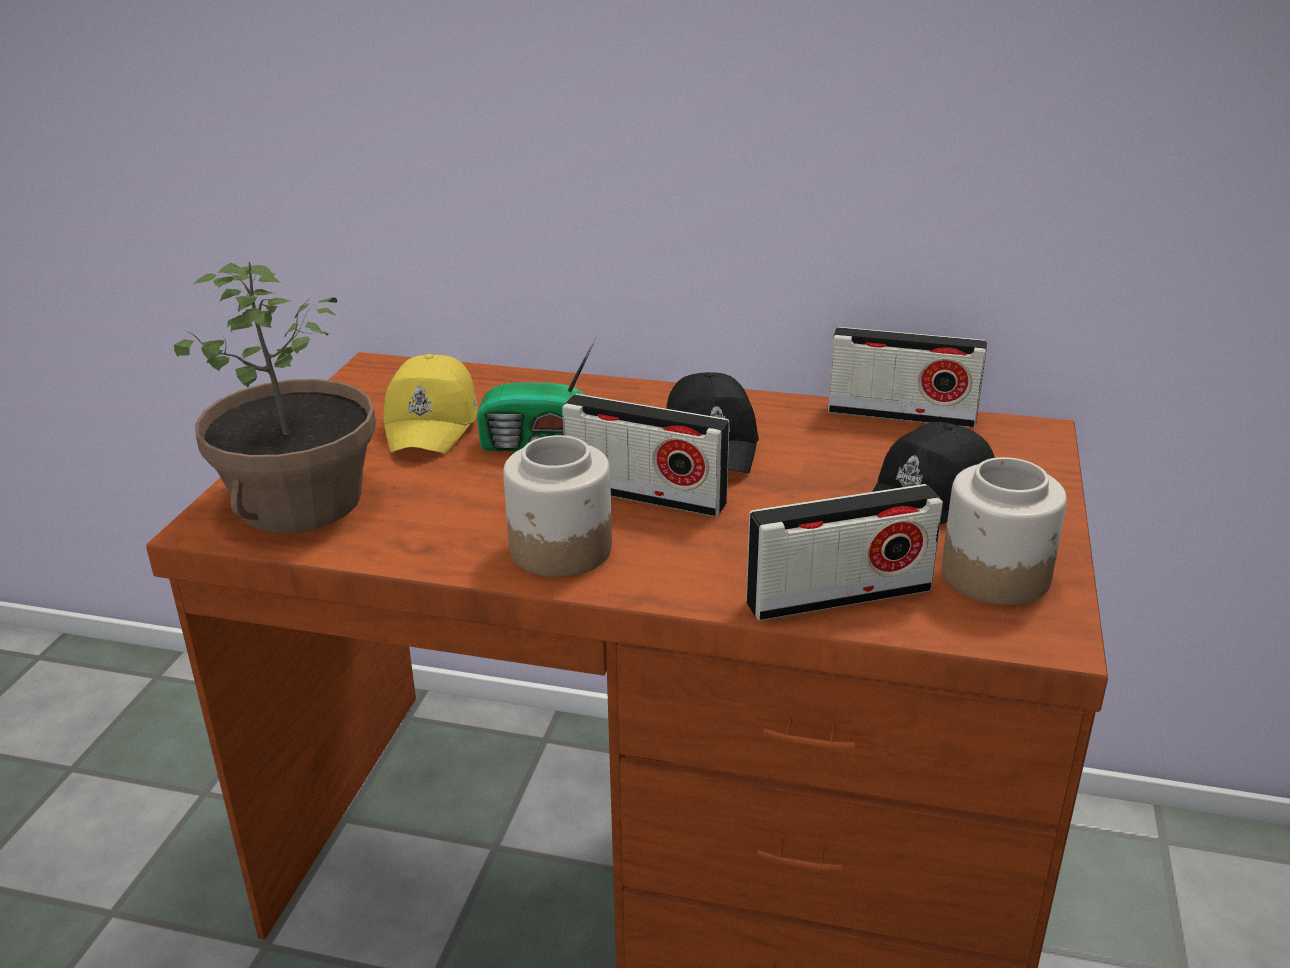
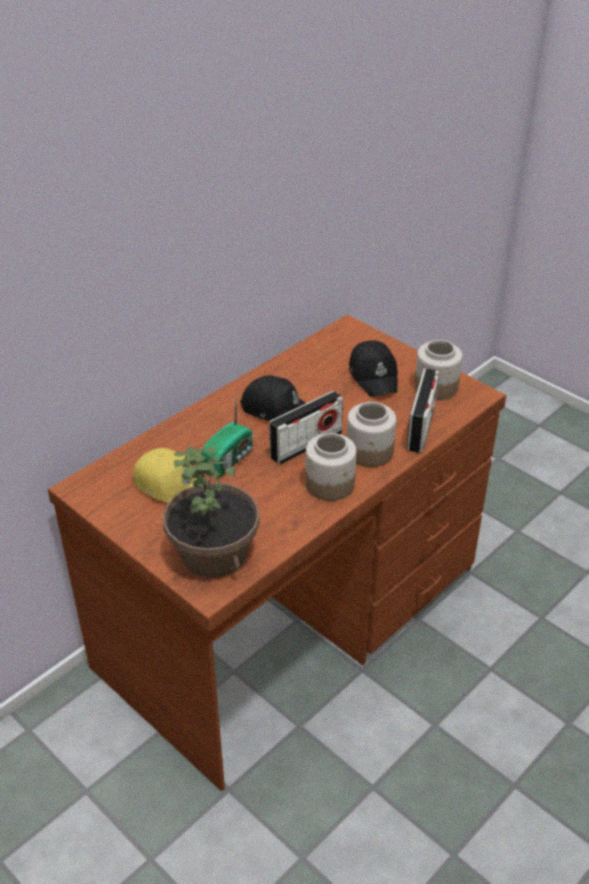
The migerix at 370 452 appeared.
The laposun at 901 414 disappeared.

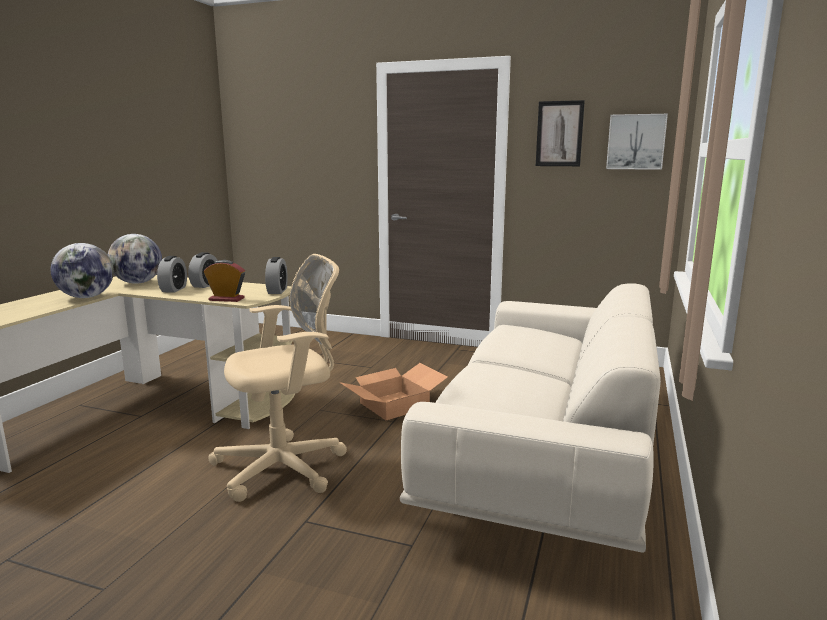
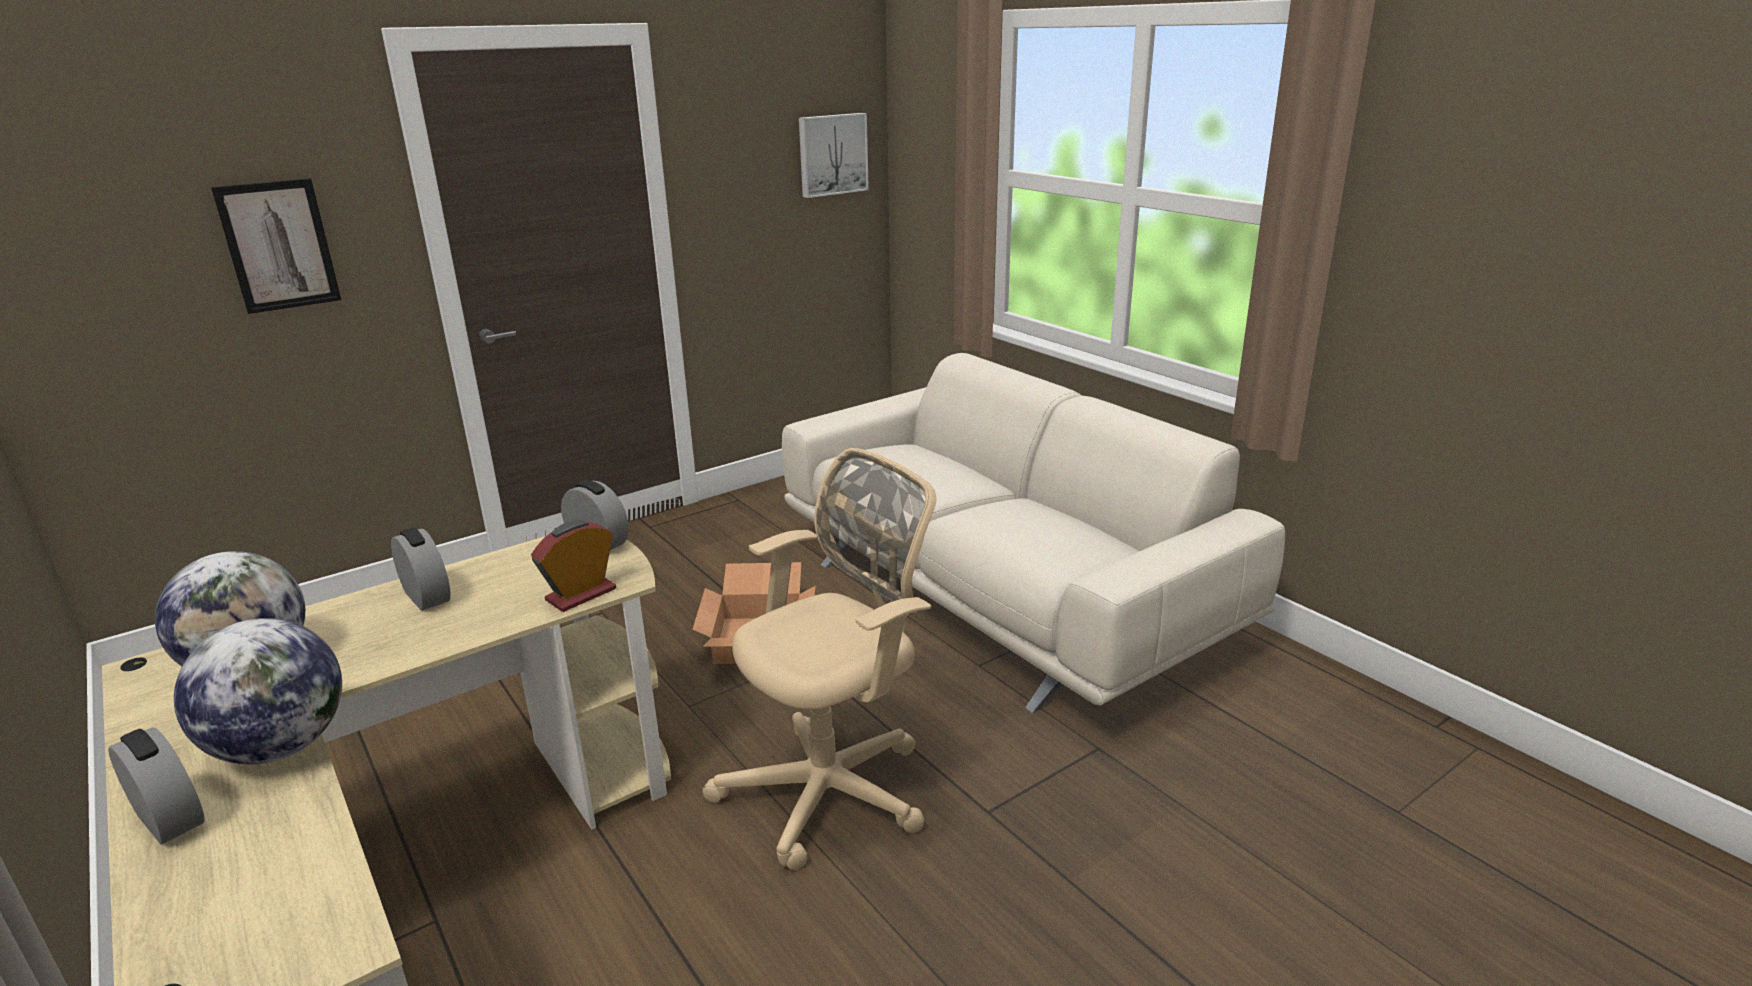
The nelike moved from 174 289 to 170 818.
The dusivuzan moved from 559 134 to 278 245.
The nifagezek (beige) at 286 467 turned 45 degrees clockwise.

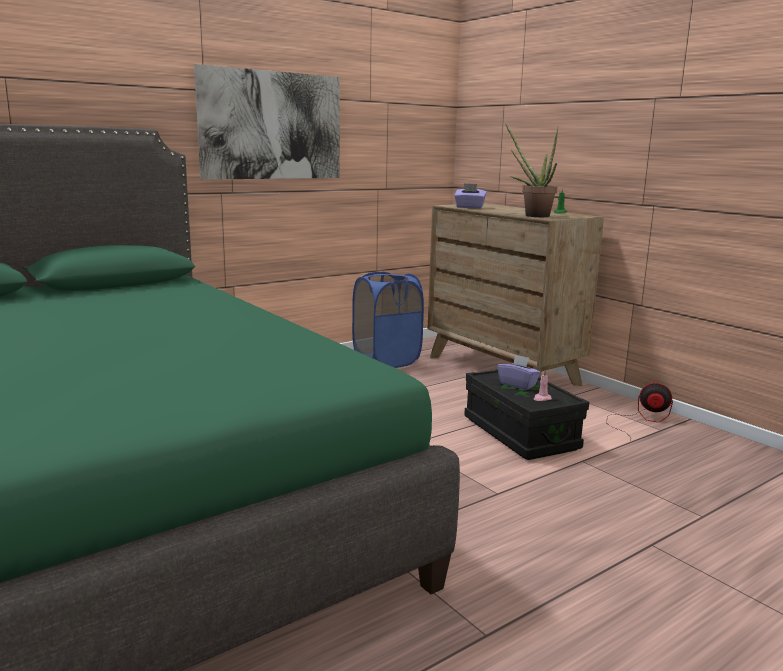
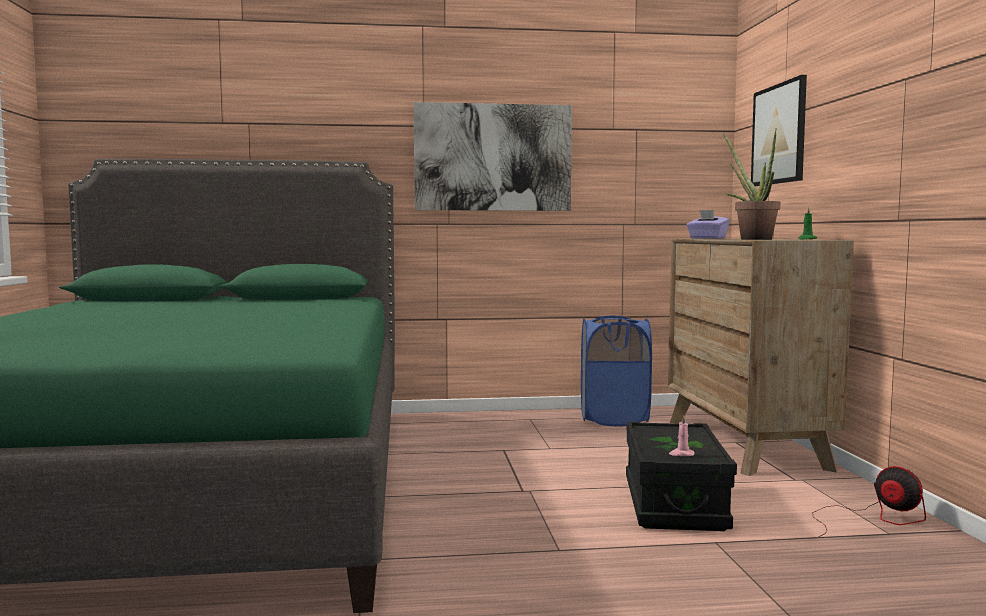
The dusivuzan at 779 134 appeared.
The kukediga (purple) at 518 384 disappeared.

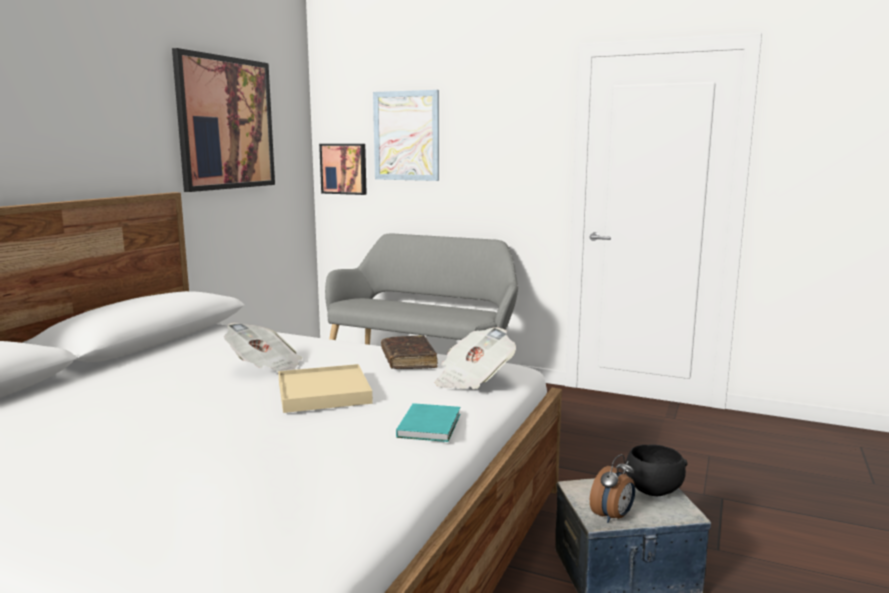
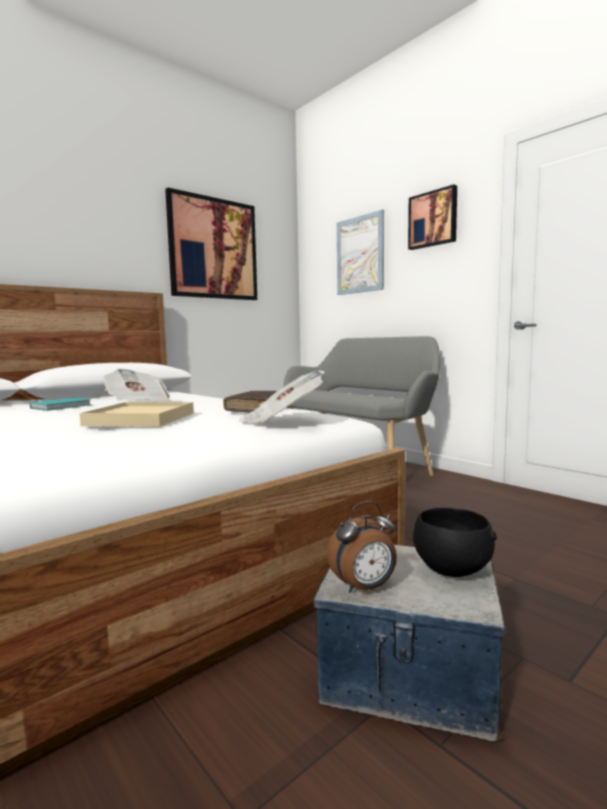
The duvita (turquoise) moved from 431 425 to 63 406.
The dusivuzan moved from 344 169 to 433 219.

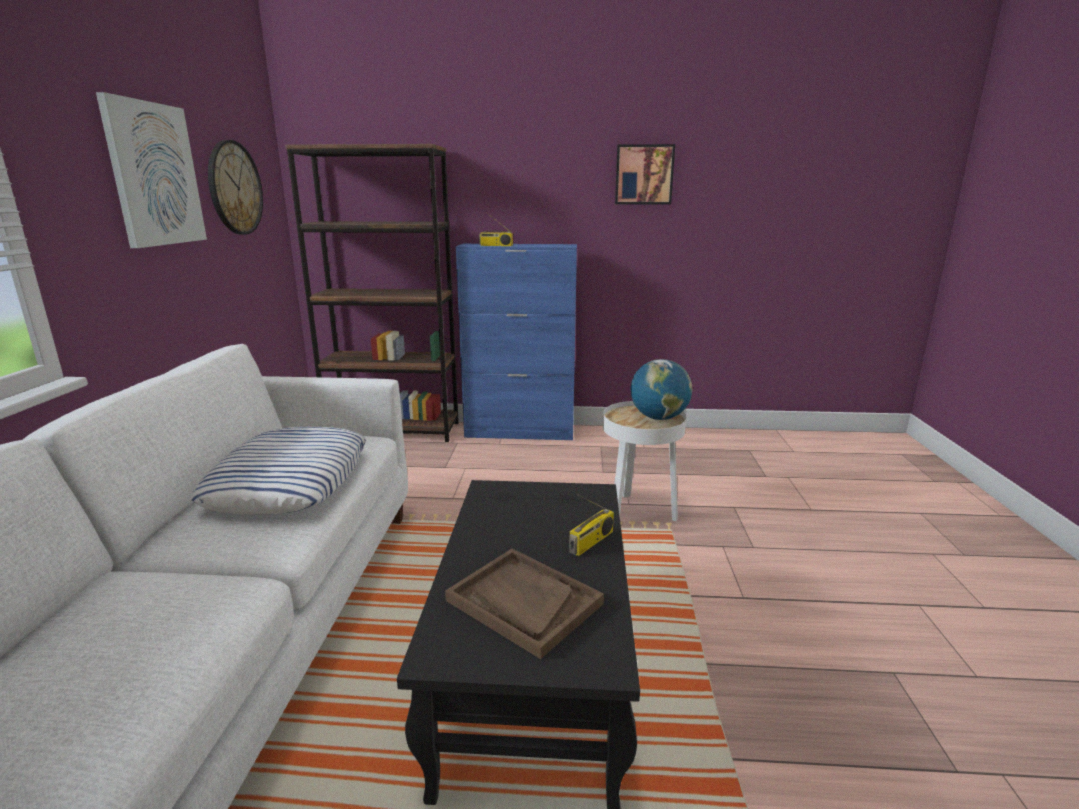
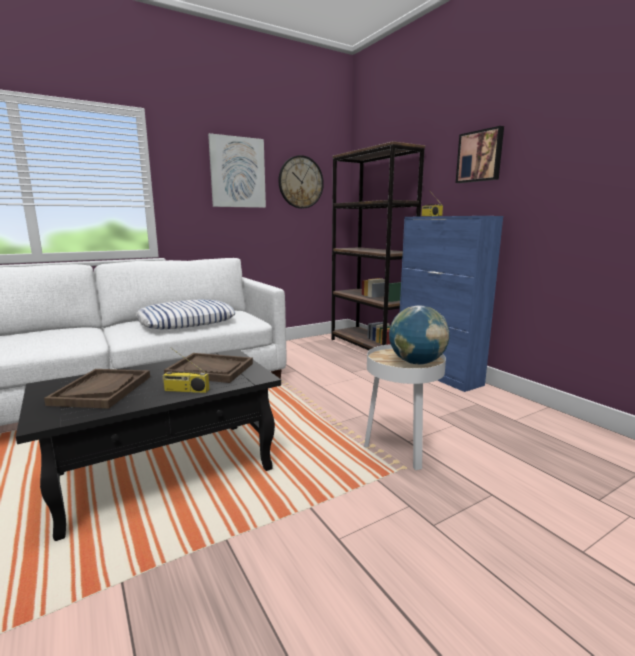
The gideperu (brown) at 210 369 appeared.
The dusivuzan moved from 644 175 to 480 156.

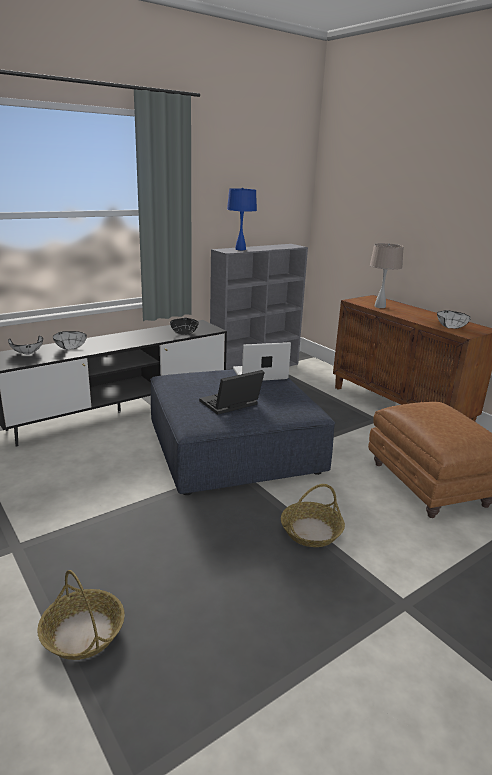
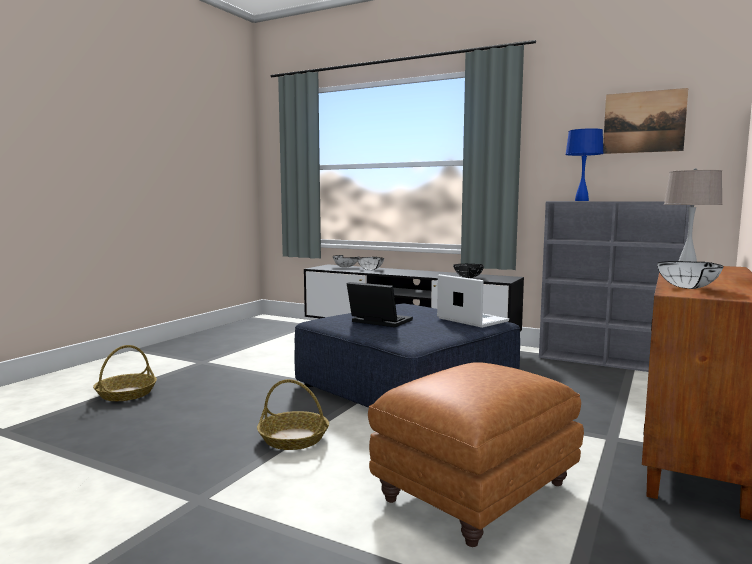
The dusivuzan at 644 122 appeared.

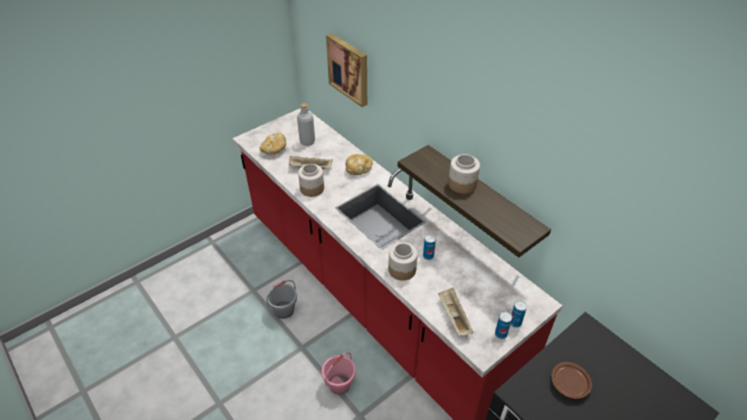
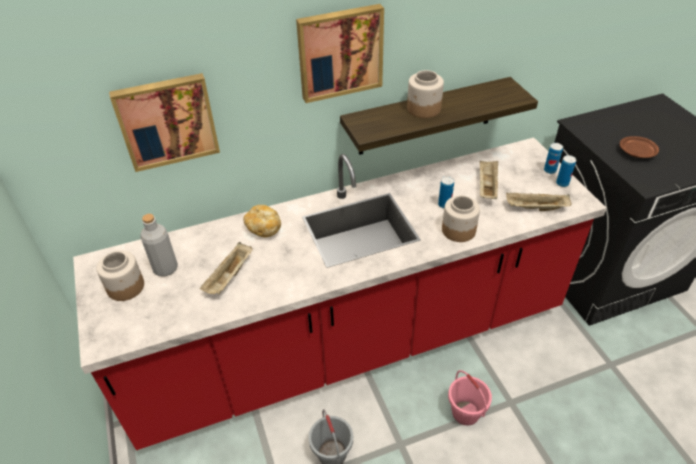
The migerix moved from 311 189 to 125 287.
The dusivuzan at 340 52 appeared.
The gideperu (beige) at 487 186 appeared.
The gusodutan at 274 150 disappeared.

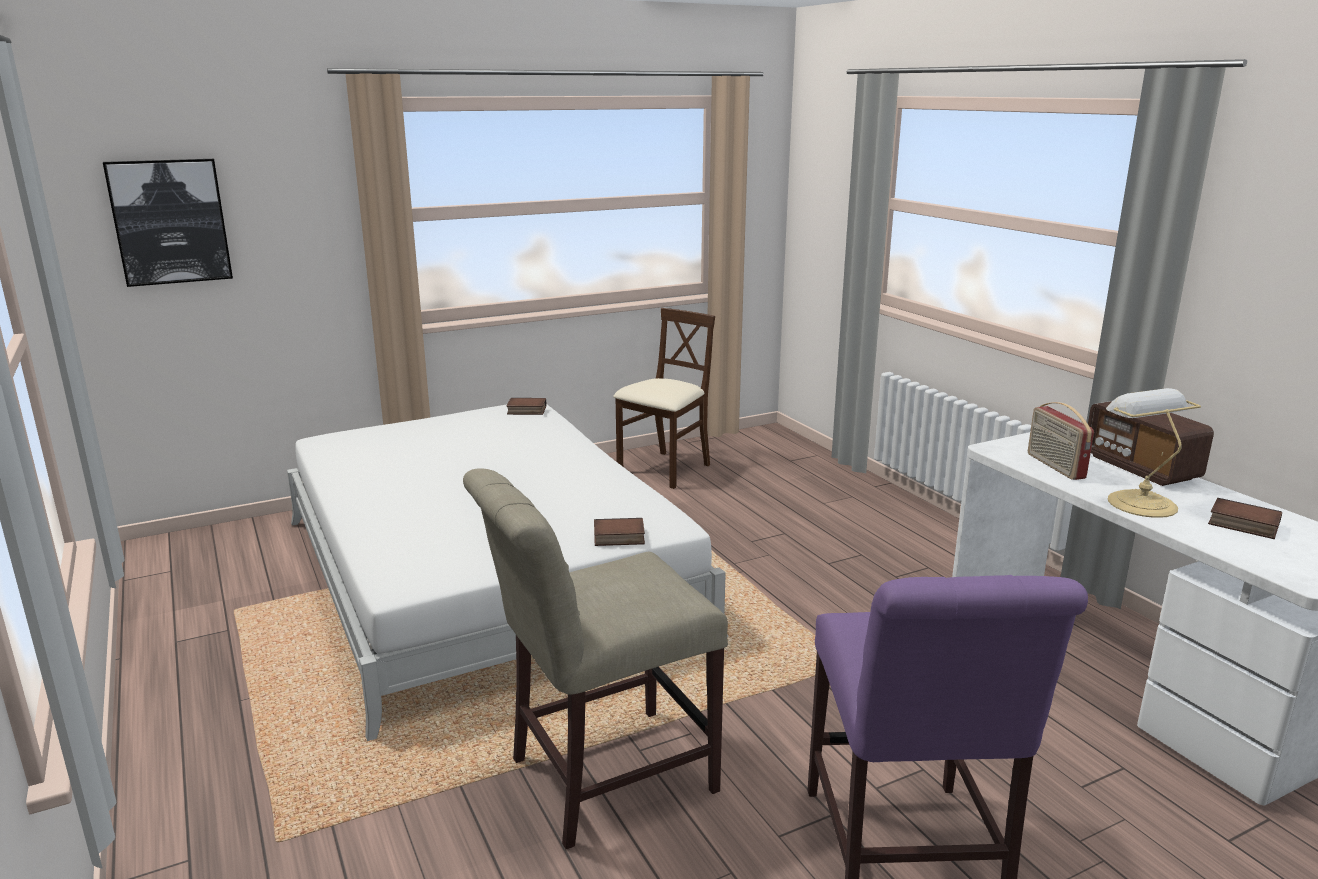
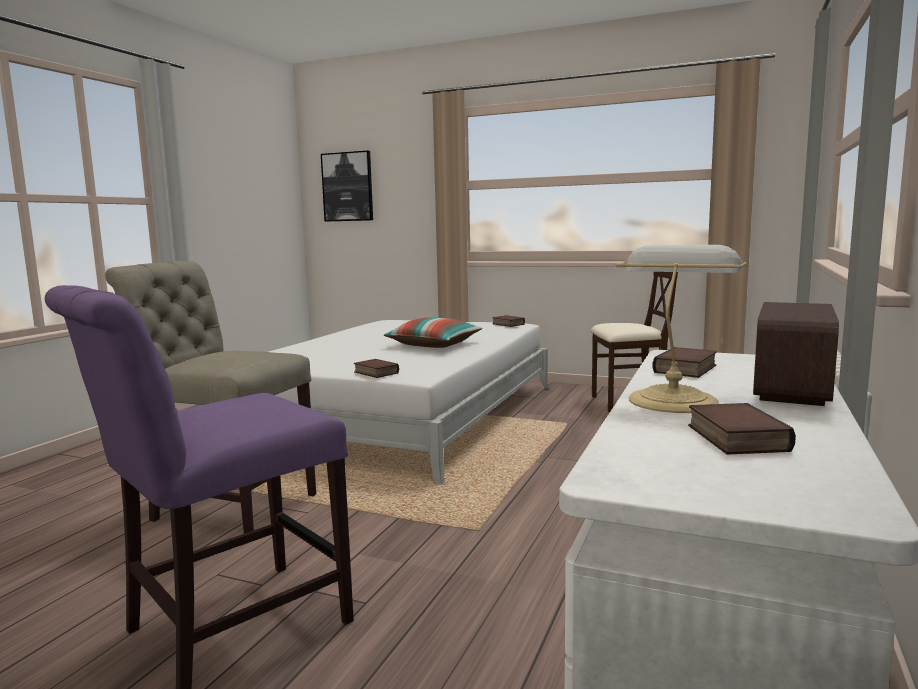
The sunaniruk at 434 345 appeared.
The laposun at 1054 466 was replaced by the duvita at 686 369.

